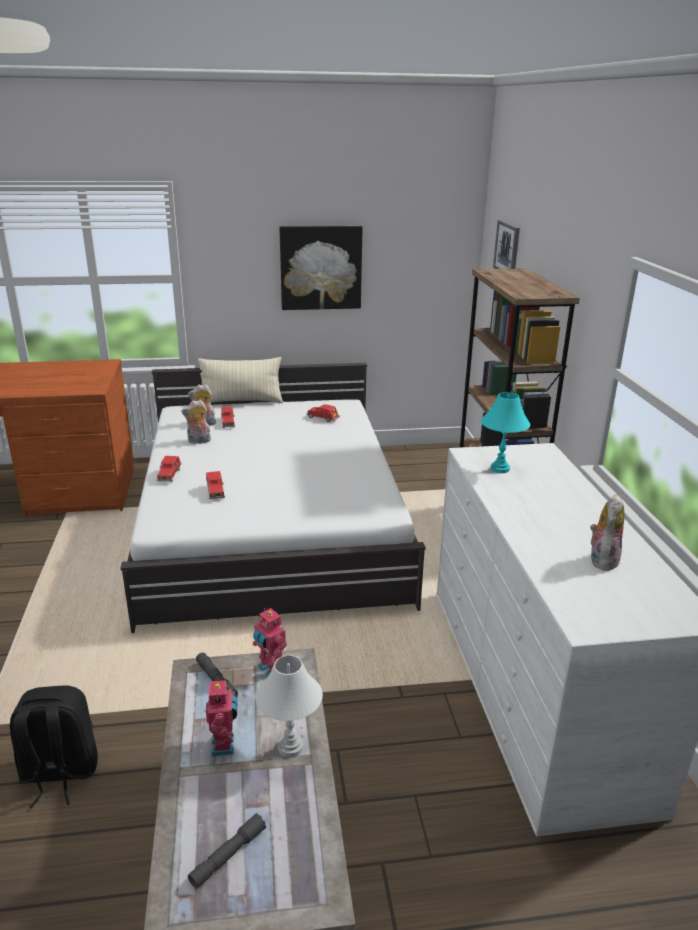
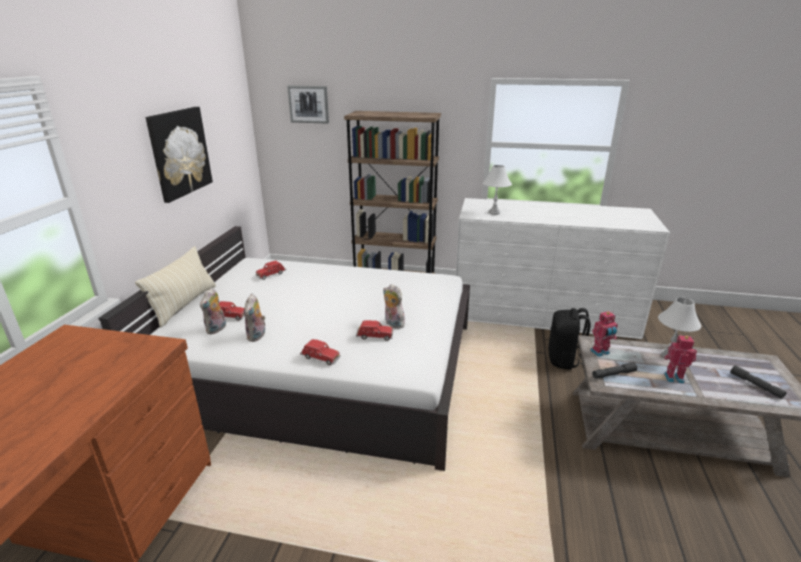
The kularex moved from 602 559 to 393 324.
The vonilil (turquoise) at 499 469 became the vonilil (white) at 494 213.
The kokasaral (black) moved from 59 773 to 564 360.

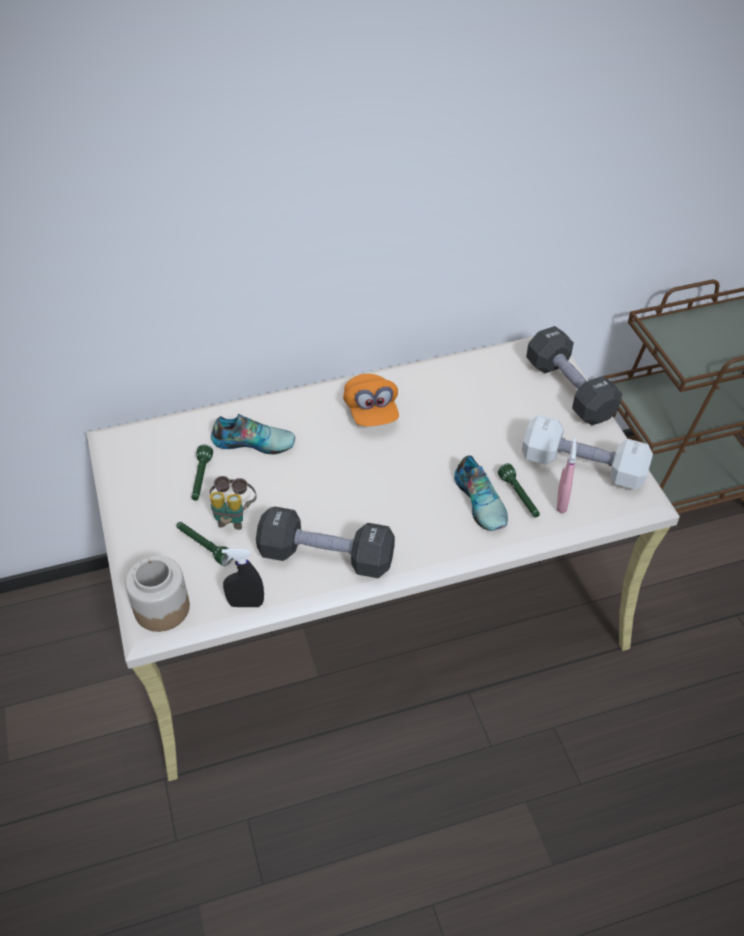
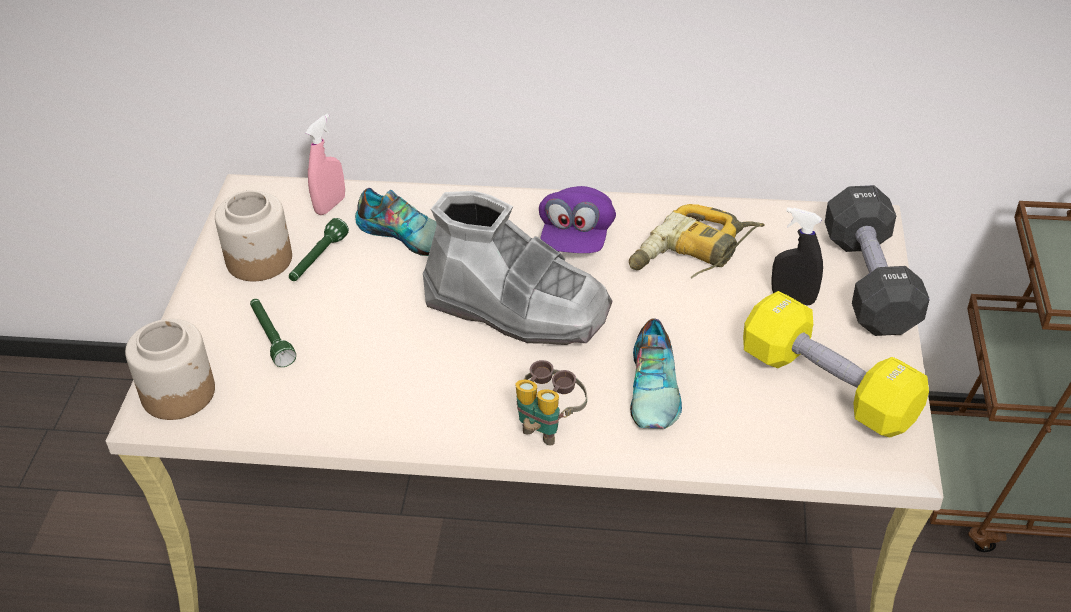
The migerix at 260 259 appeared.
The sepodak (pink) moved from 561 502 to 330 205.
The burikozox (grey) at 518 309 appeared.
The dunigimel moved from 233 516 to 548 424.
The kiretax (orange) at 371 412 became the kiretax (purple) at 576 238.
The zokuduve at 693 255 appeared.
The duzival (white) at 583 467 became the duzival (yellow) at 828 386.
The sepodak (black) moved from 246 603 to 793 298.
The duzival (black) at 326 556 disappeared.
The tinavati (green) at 519 497 disappeared.

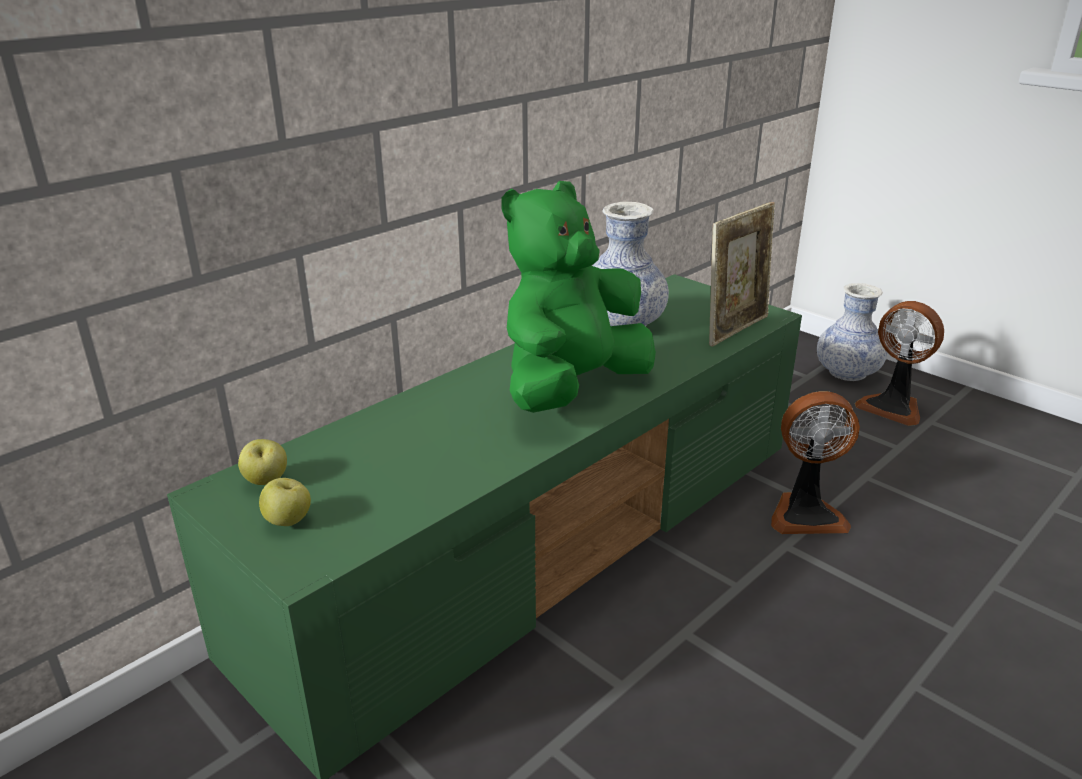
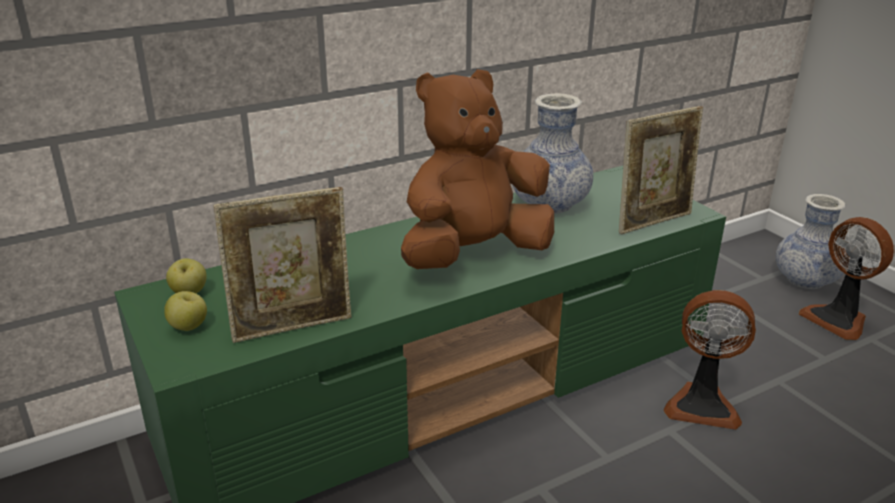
The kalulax at 293 326 appeared.
The kularex (green) at 572 388 became the kularex (brown) at 473 254.

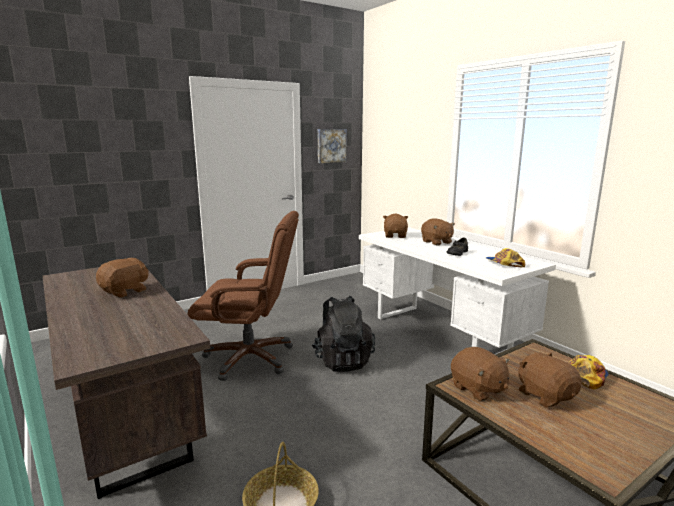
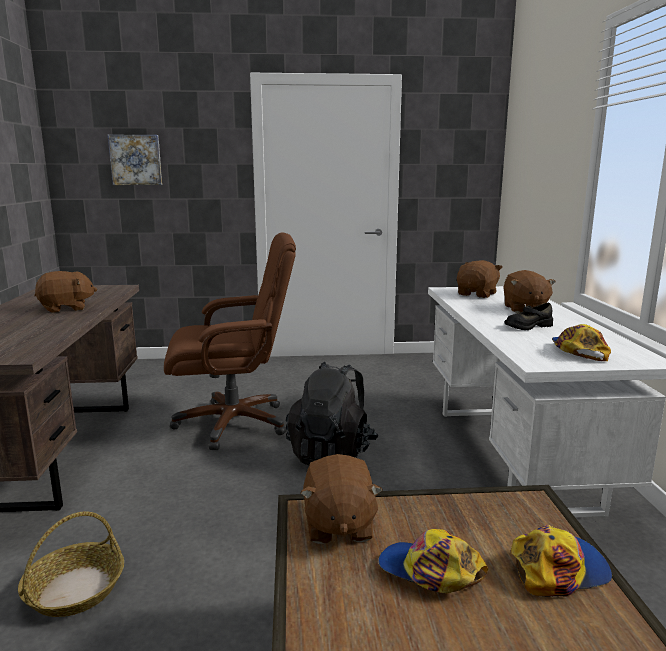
The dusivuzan moved from 331 145 to 136 160.
The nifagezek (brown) at 250 358 turned 45 degrees counterclockwise.
The kularex (brown) at 545 395 was replaced by the kiretax at 429 572.

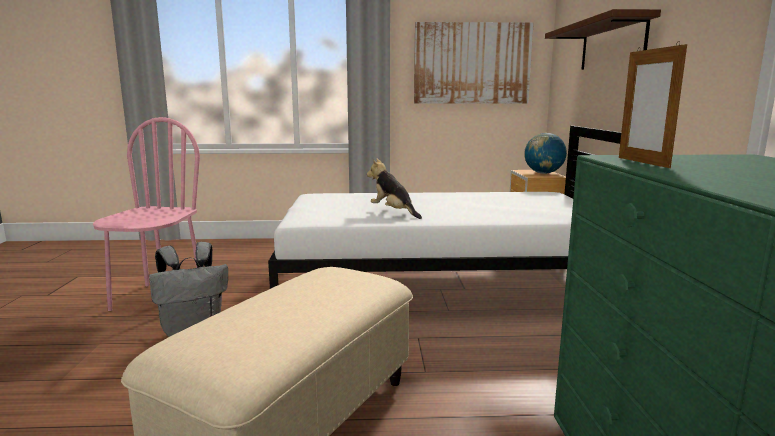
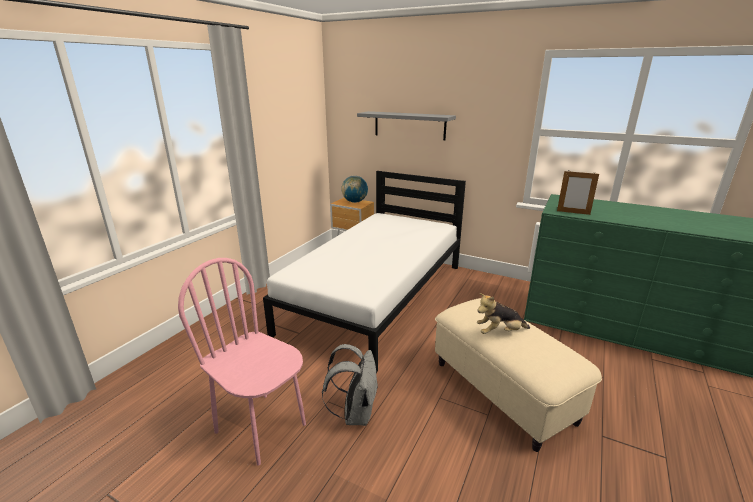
The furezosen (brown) at 612 44 became the furezosen (grey) at 409 125.
The kularex moved from 393 212 to 499 332.
The dusivuzan at 472 63 disappeared.

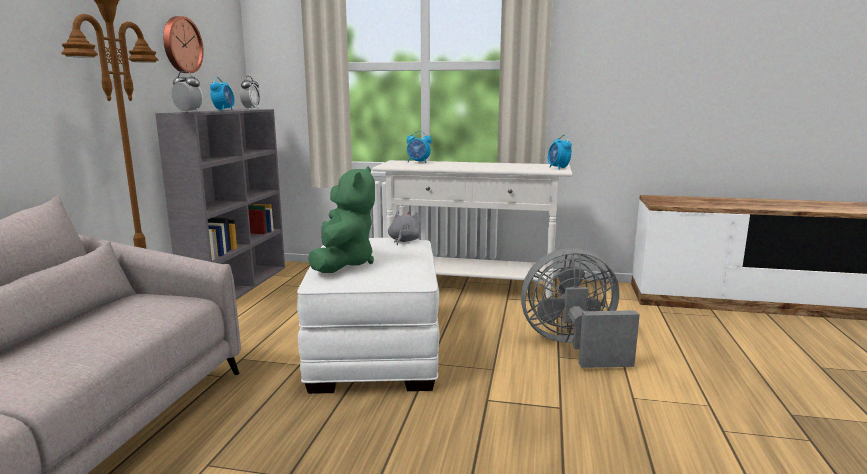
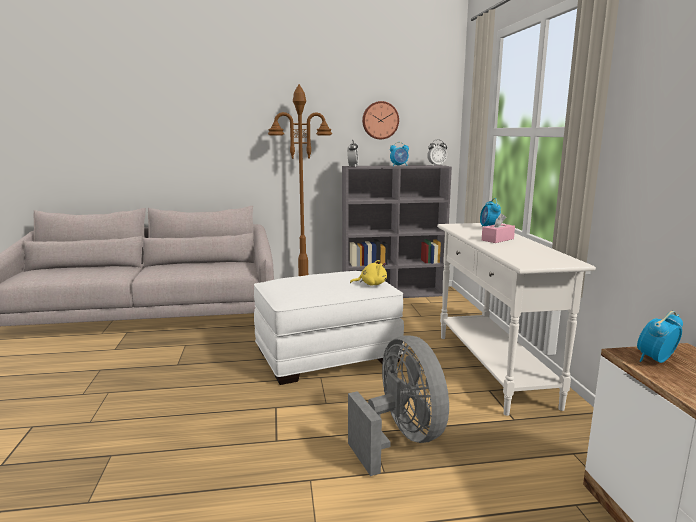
The kularex (grey) at 404 241 became the kularex (yellow) at 371 284.
The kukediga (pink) at 497 239 appeared.
The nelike moved from 558 168 to 655 360.
The kularex (green) at 343 263 disappeared.

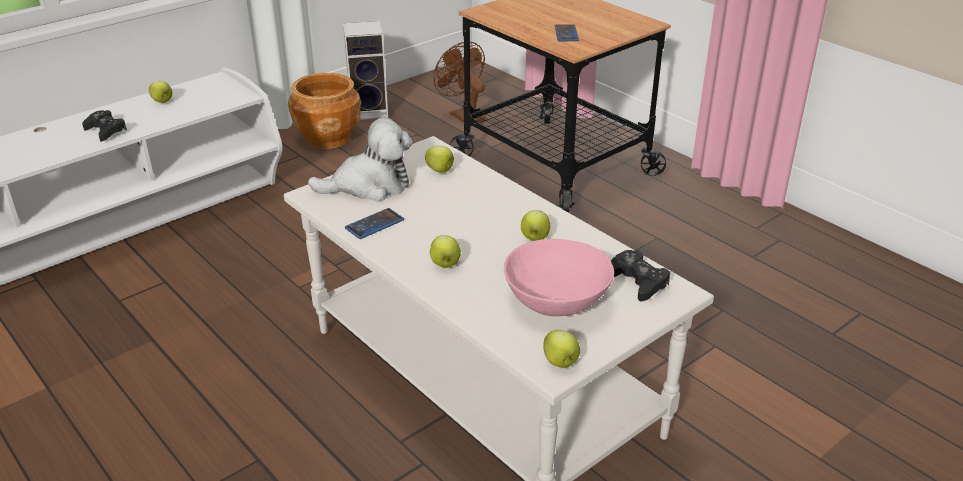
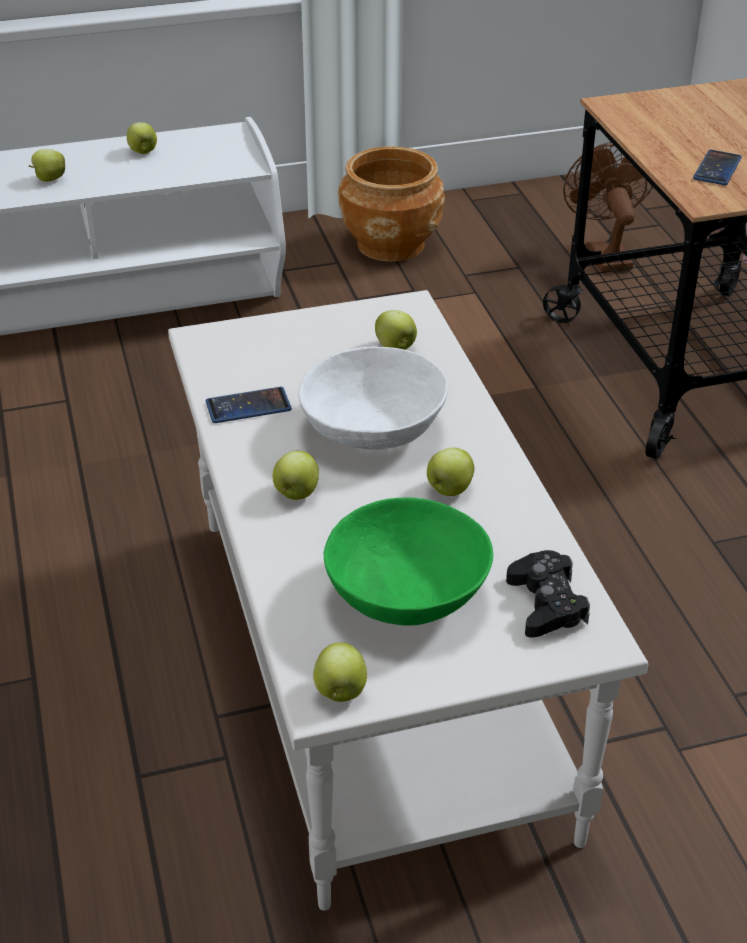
The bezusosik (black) at 105 131 was replaced by the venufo at 49 179.
The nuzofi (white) at 374 428 appeared.
The nuzofi (pink) at 558 300 became the nuzofi (green) at 408 596.
The kularex at 369 185 disappeared.
The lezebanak at 370 111 disappeared.

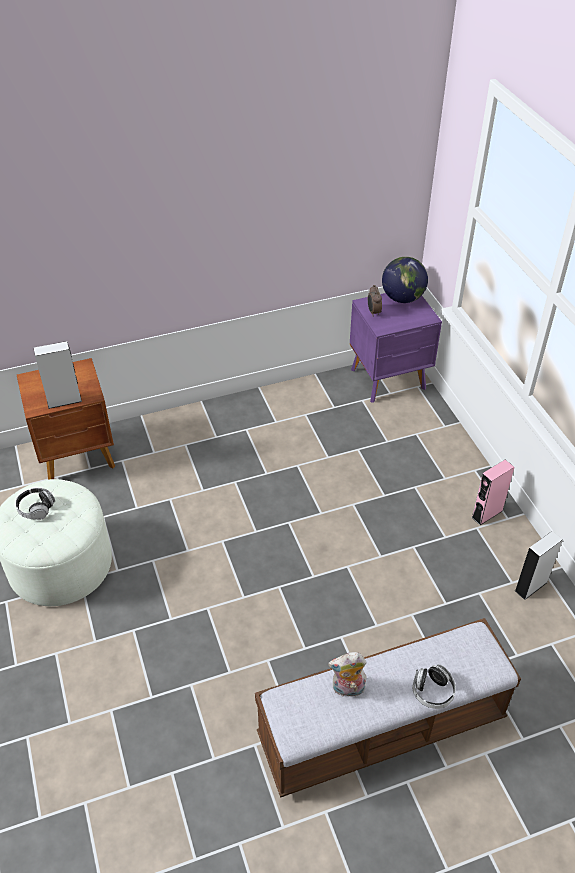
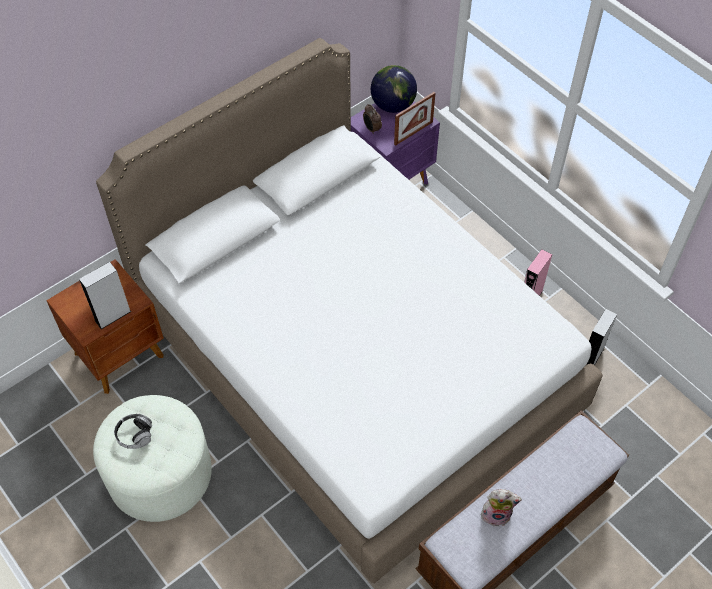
The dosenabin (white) at 355 361 appeared.
The kalulax at 413 133 appeared.
The kularex at 347 689 turned 150 degrees counterclockwise.
The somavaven at 432 692 disappeared.

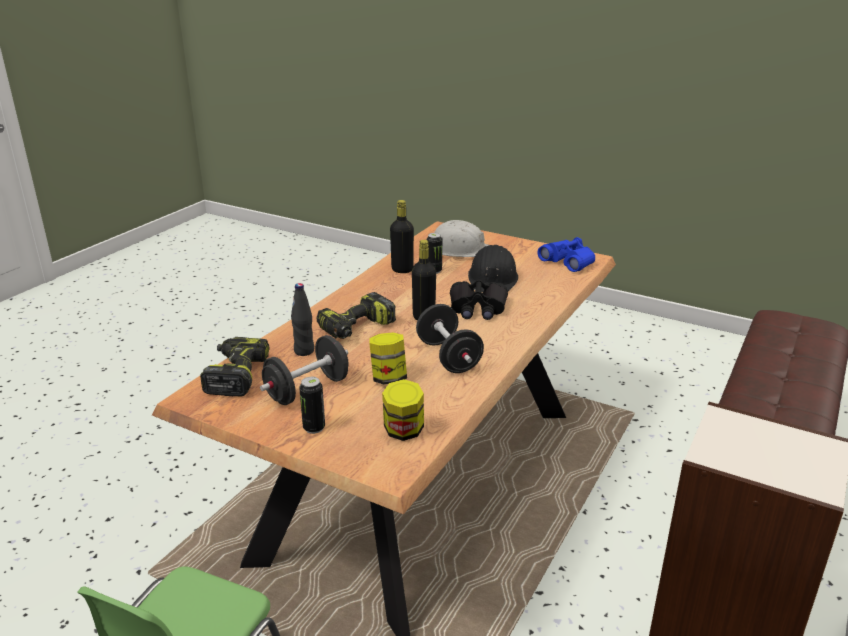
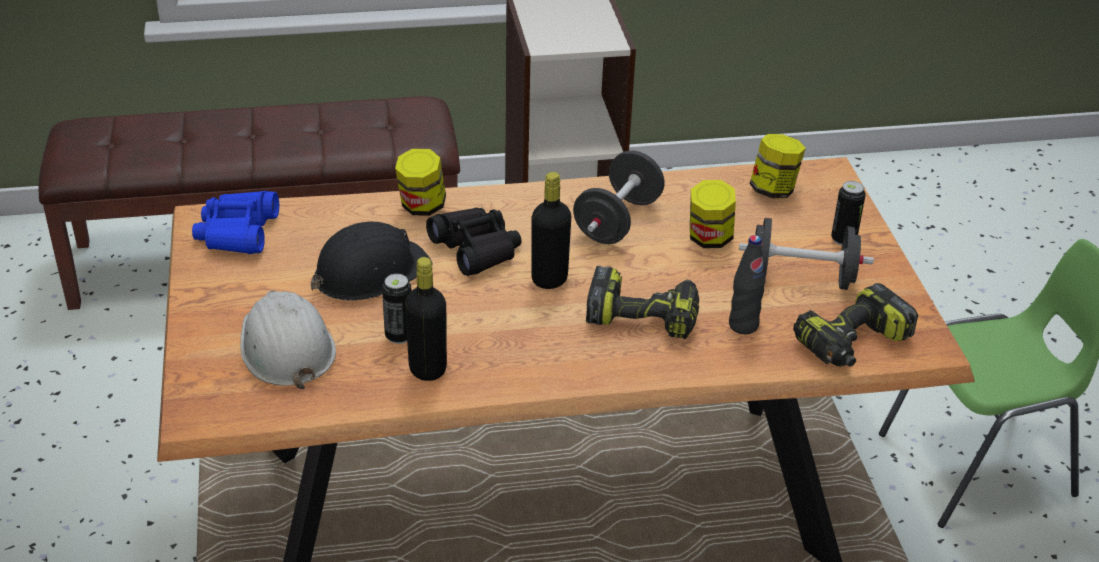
The migerix at 421 206 appeared.

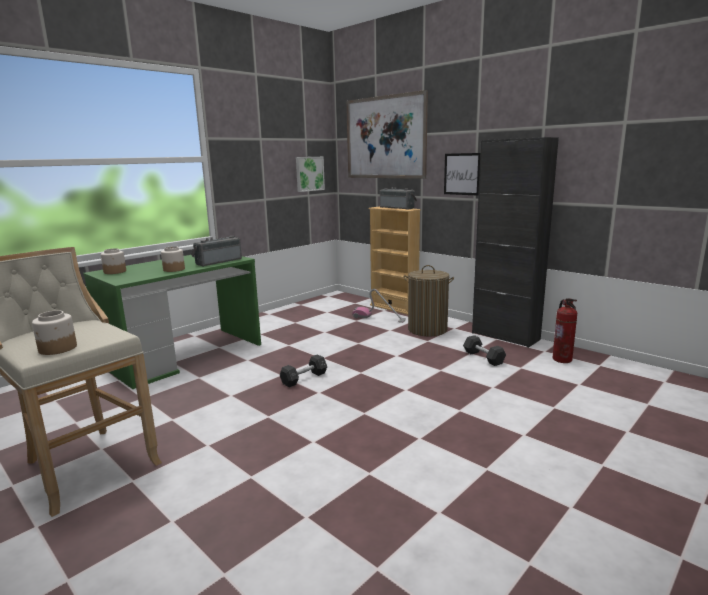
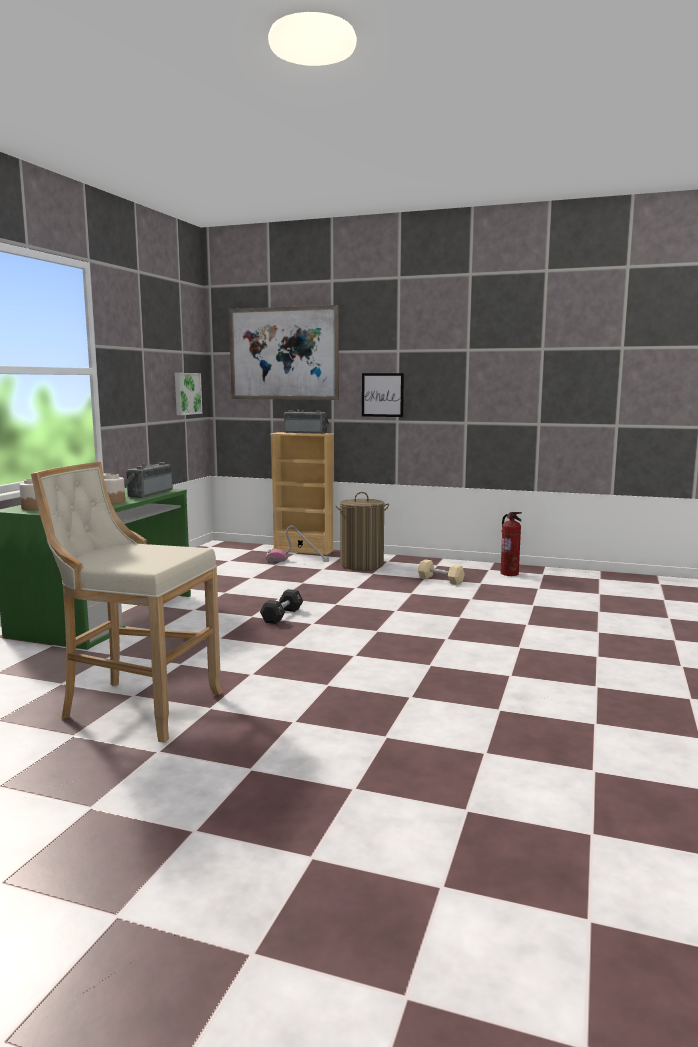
The duzival (black) at 483 357 became the duzival (beige) at 440 580.
The migerix at 57 348 disappeared.
The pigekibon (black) at 505 336 disappeared.

